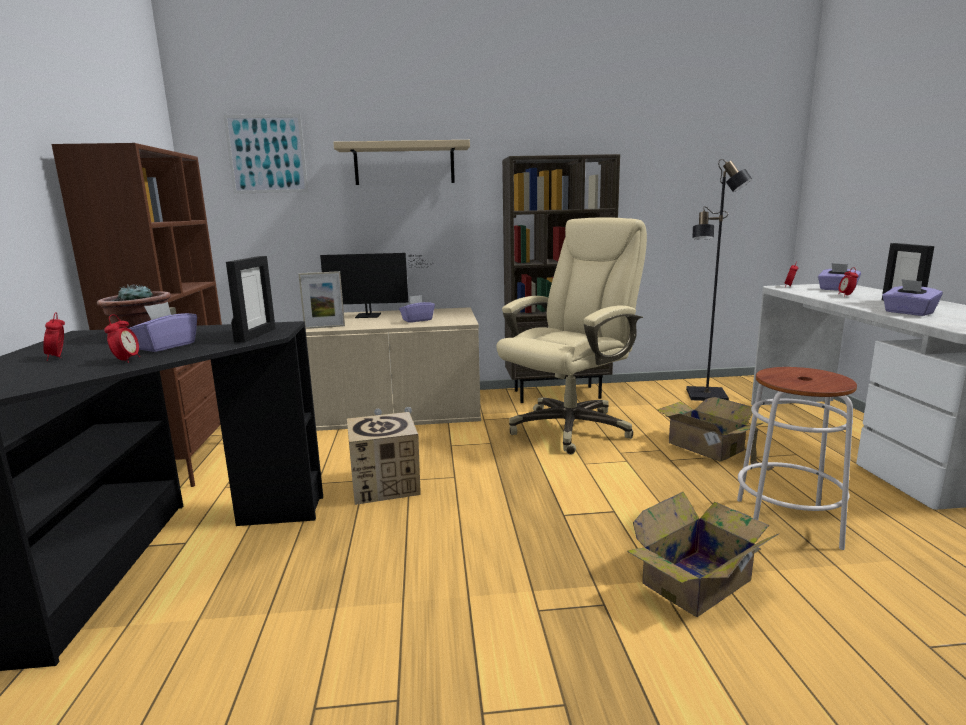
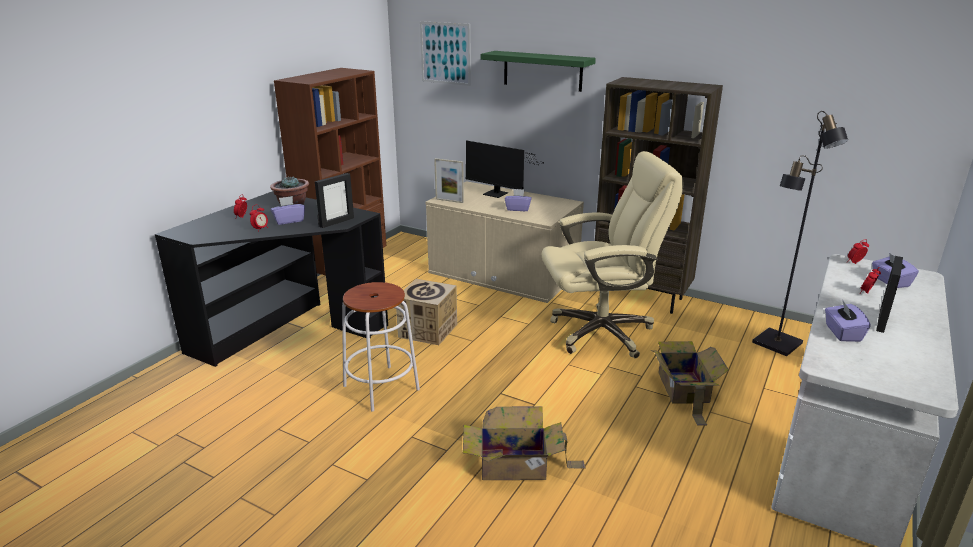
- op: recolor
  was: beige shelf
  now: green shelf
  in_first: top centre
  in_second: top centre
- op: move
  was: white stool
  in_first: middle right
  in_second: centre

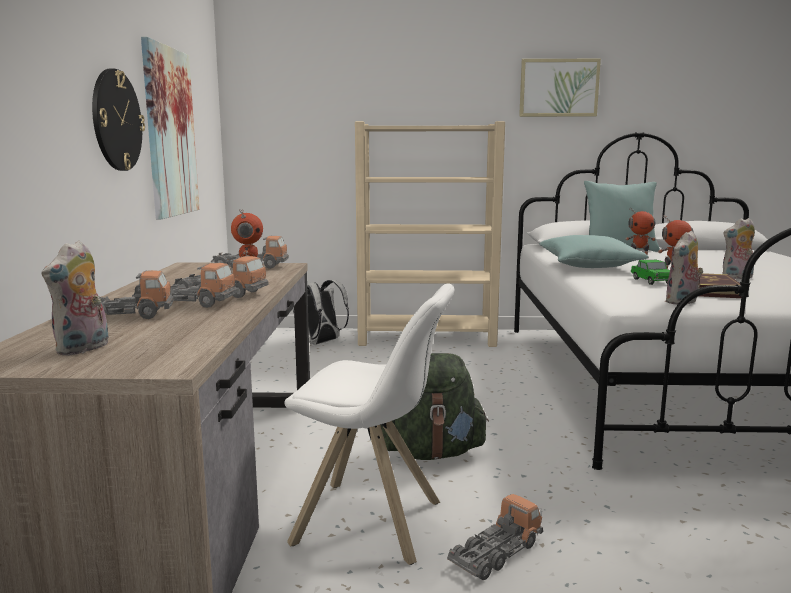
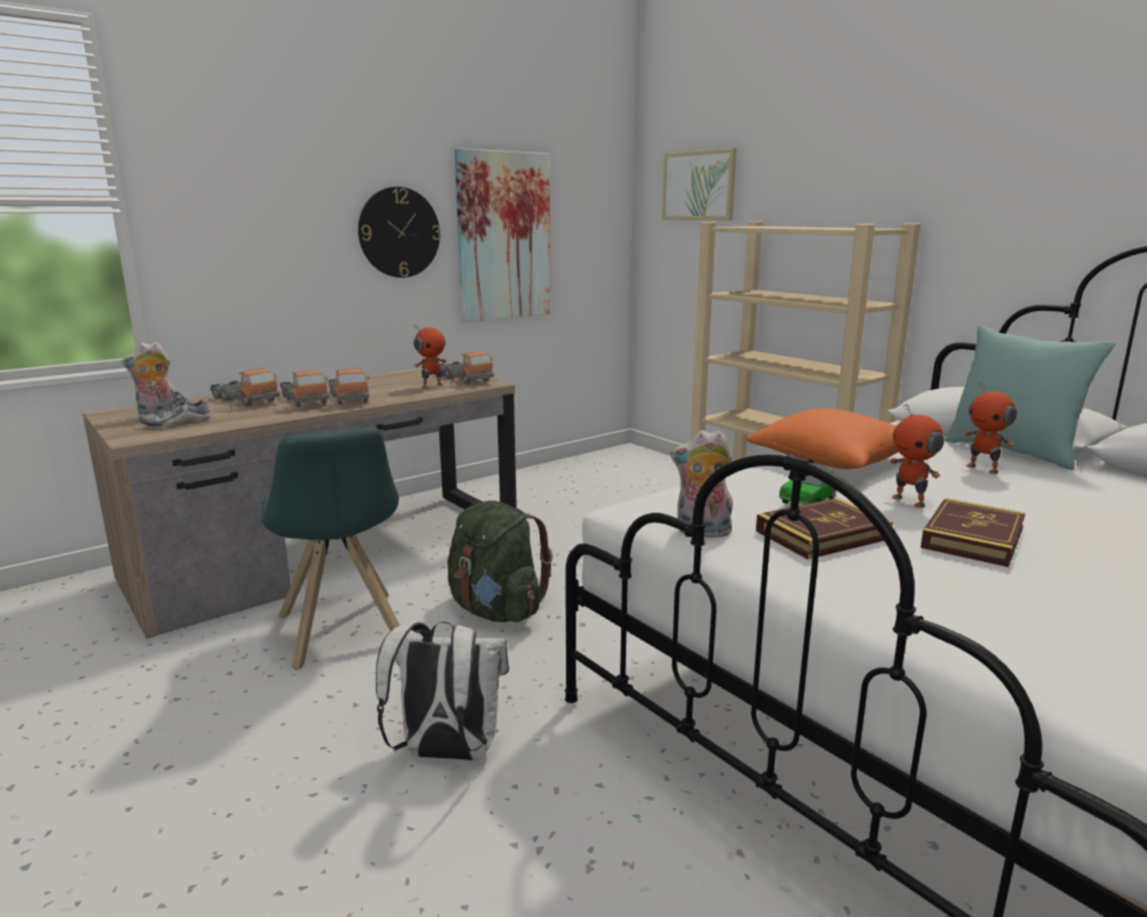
- op: recolor
  was: white chair
  now: turquoise chair
  in_first: bottom centre
  in_second: middle left
- op: move
  was: white backpack
  in_first: centre
  in_second: bottom centre
- op: delete
  was: toy truck (5th from left)
  in_first: bottom centre
- op: move
  was: picture (2nd from left)
  in_first: top right
  in_second: top centre
- op: recolor
  was: turquoise pillow (1st from left)
  now: orange pillow
  in_first: middle right
  in_second: middle right
- op: replace
  was: plush toy (3rd from left)
  now: book (2nd from left)
  in_first: middle right
  in_second: middle right
- op: insert
  now: shoe
  in_second: middle left

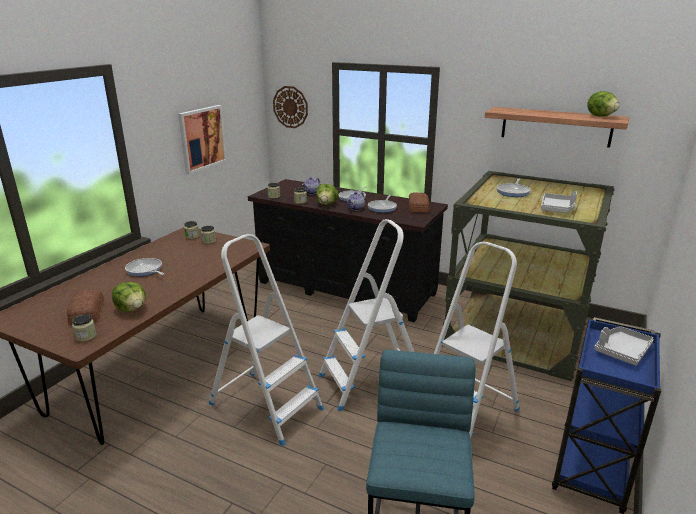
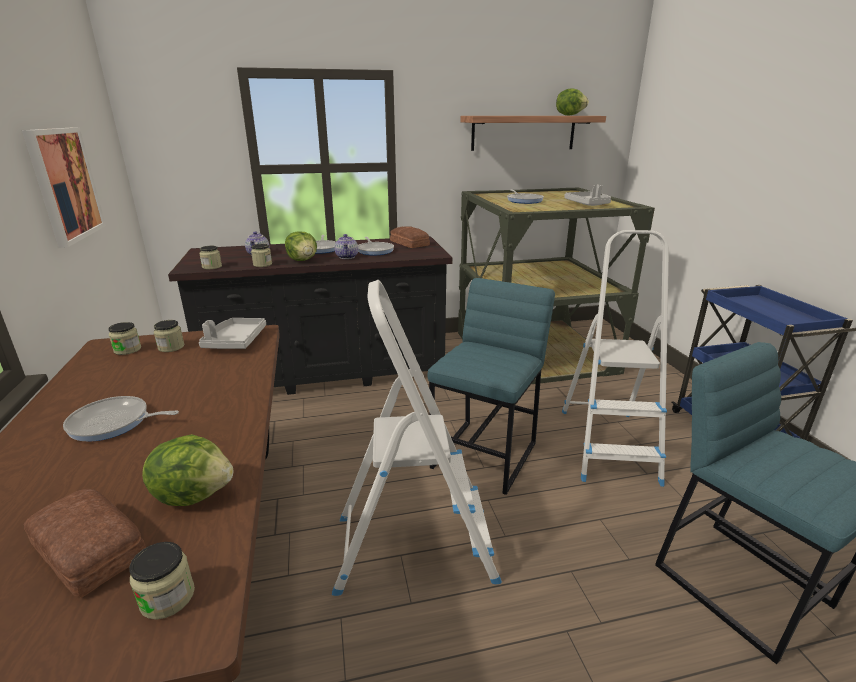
- op: delete
  was: wall clock
  in_first: top centre
- op: replace
  was: white step ladder (2nd from left)
  now: blue stool (1st from left)
  in_first: centre
  in_second: centre
- op: move
  was: grey tray (2nd from left in the first image)
  now: grey tray (1st from left)
  in_first: bottom right
  in_second: middle left

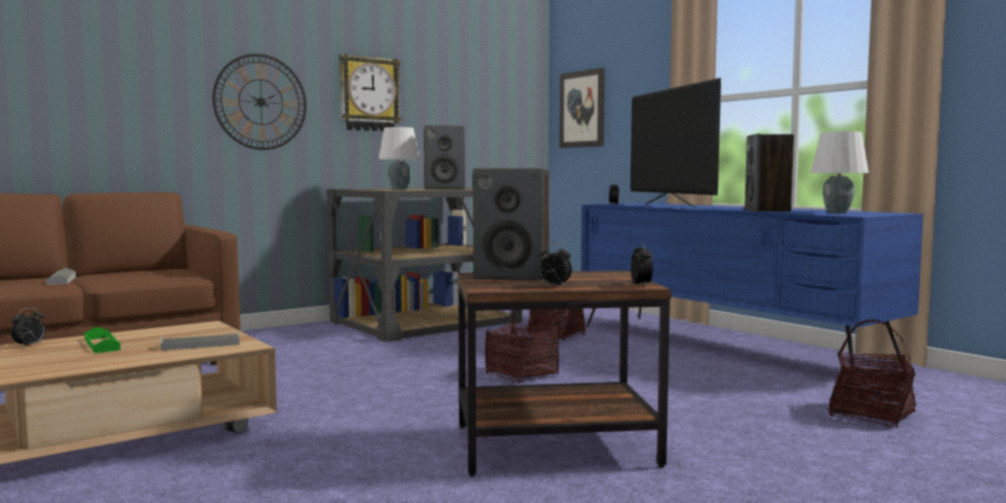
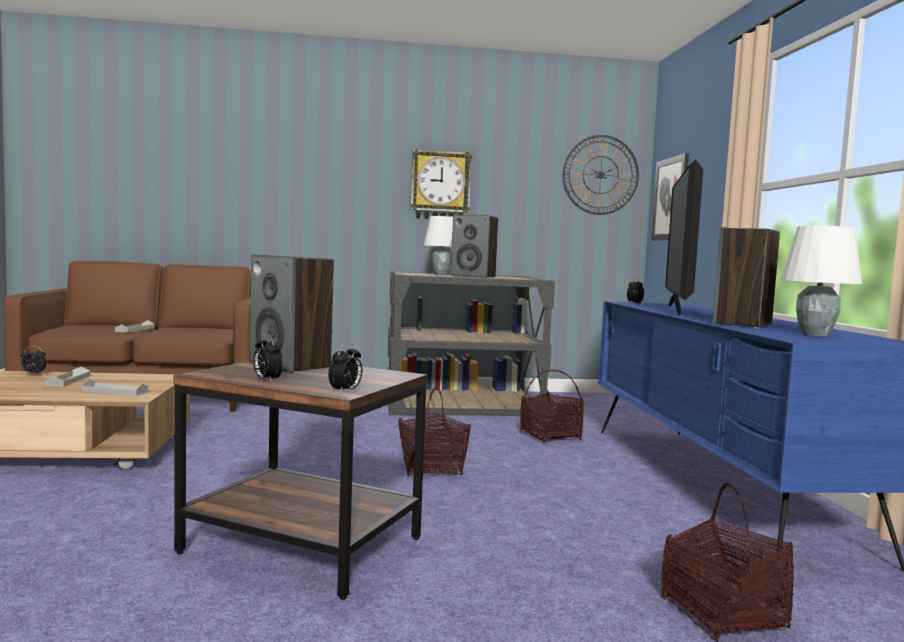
- op: recolor
  was: green tray
  now: grey tray (1st from left)
  in_first: bottom left
  in_second: middle left
- op: move
  was: wall clock (1st from left in the first image)
  now: wall clock (2nd from left)
  in_first: top left
  in_second: top centre

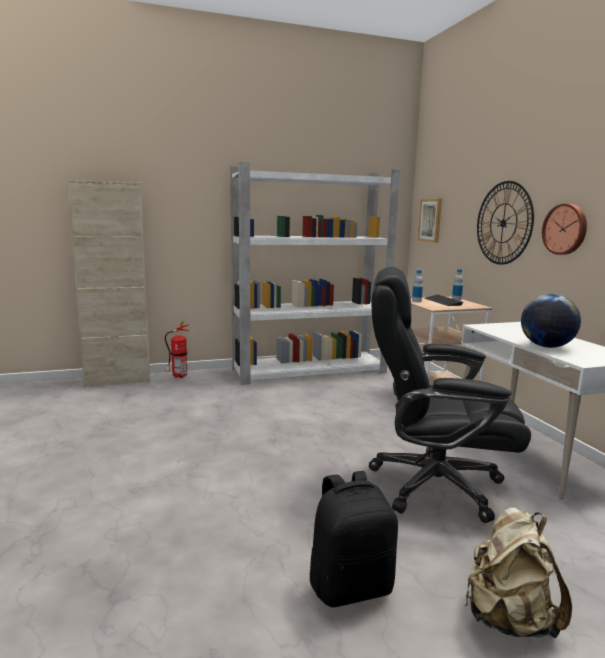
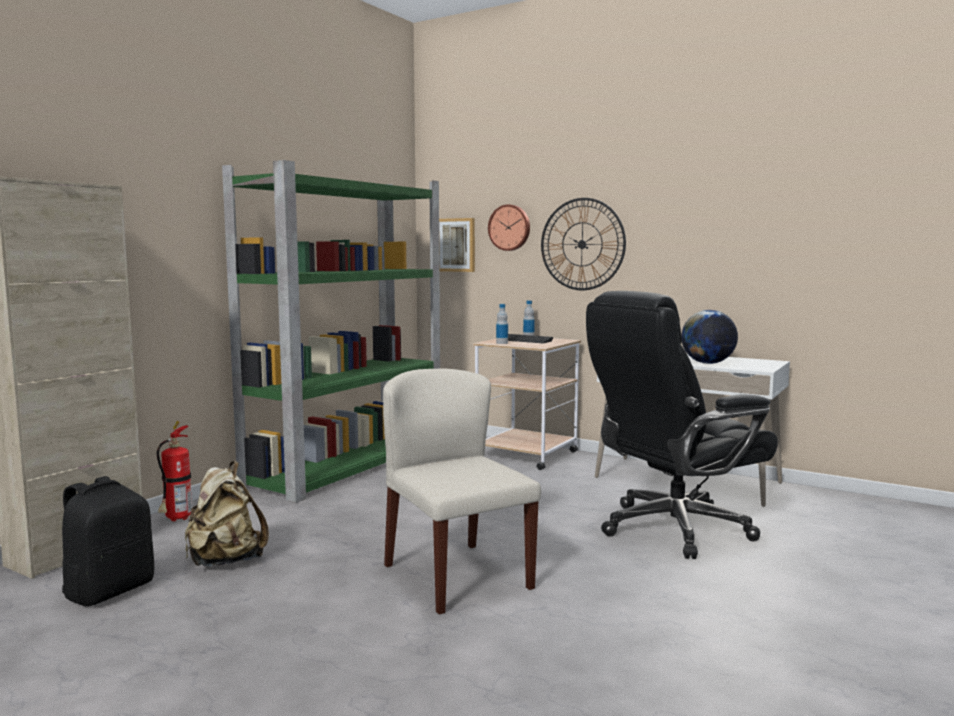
- op: recolor
  was: white bookcase
  now: green bookcase
  in_first: centre
  in_second: centre
- op: move
  was: black backpack
  in_first: bottom centre
  in_second: bottom left
- op: move
  was: beige backpack
  in_first: bottom right
  in_second: bottom left
- op: move
  was: wall clock (2nd from left in the first image)
  now: wall clock (1st from left)
  in_first: middle right
  in_second: top centre
- op: insert
  now: beige chair
  in_second: bottom centre

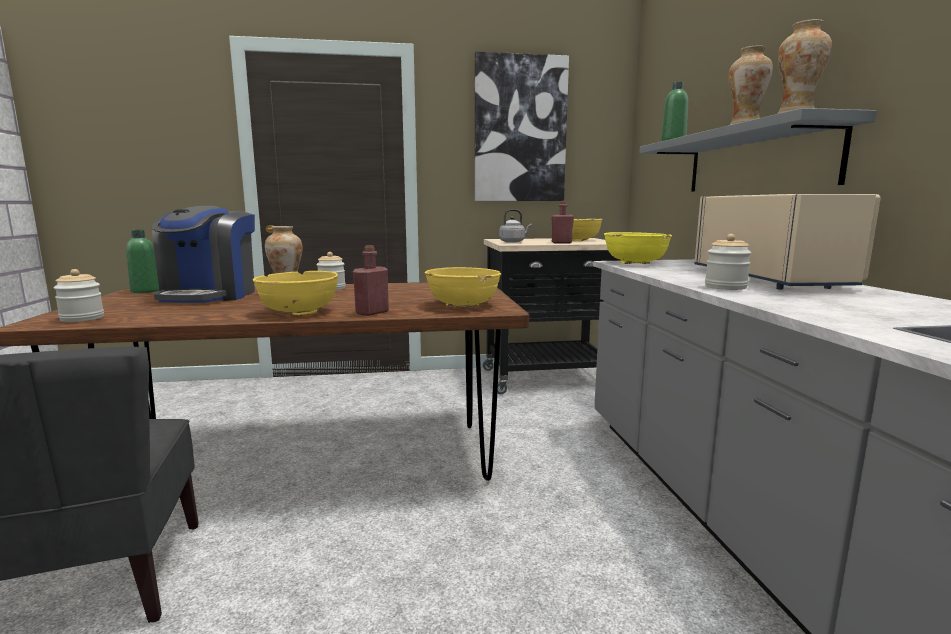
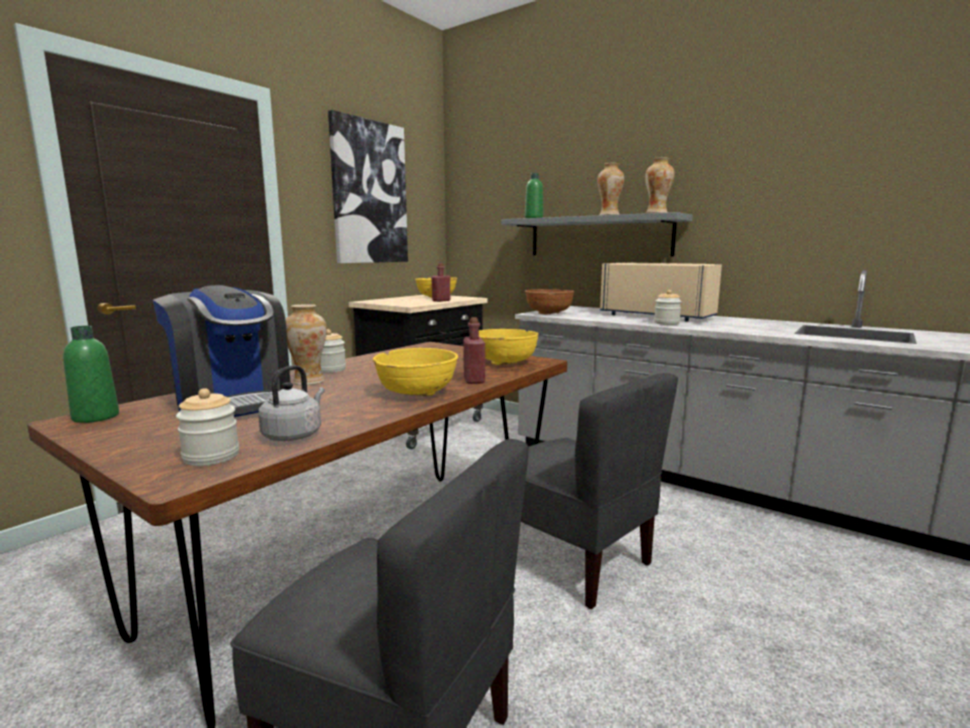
- op: move
  was: grey kettle
  in_first: centre
  in_second: middle left
- op: recolor
  was: yellow bowl (4th from left)
  now: brown bowl
  in_first: middle right
  in_second: centre
- op: insert
  now: grey chair (2nd from left)
  in_second: bottom centre

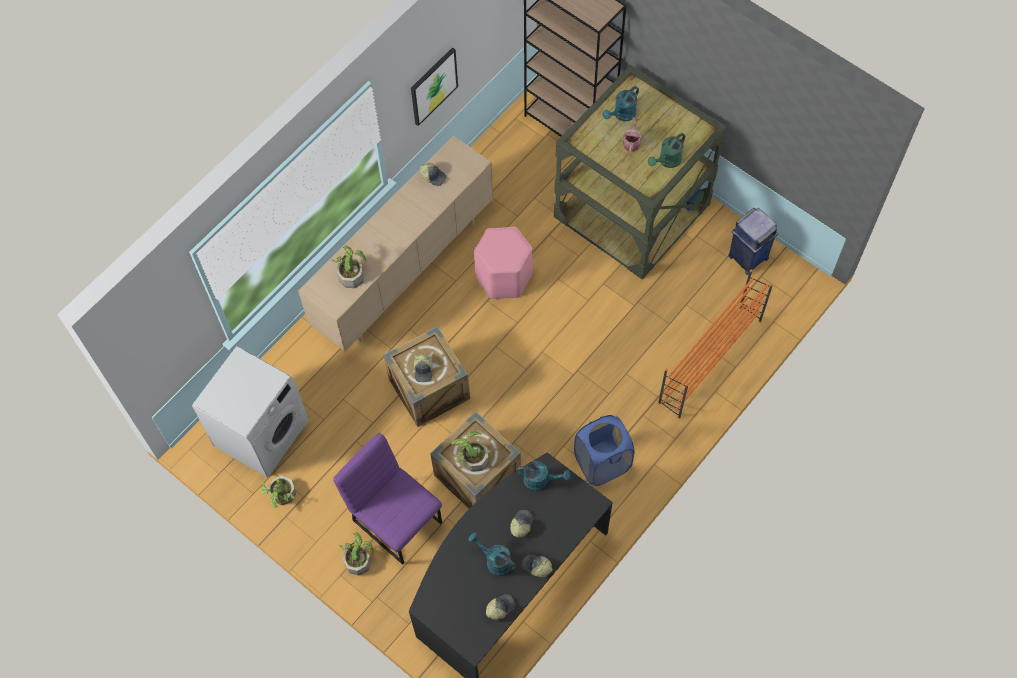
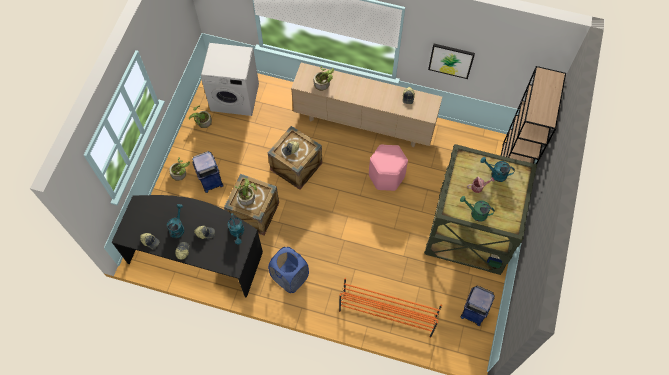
- op: replace
  was: purple chair
  now: blue trash can (1st from left)
  in_first: bottom centre
  in_second: middle left

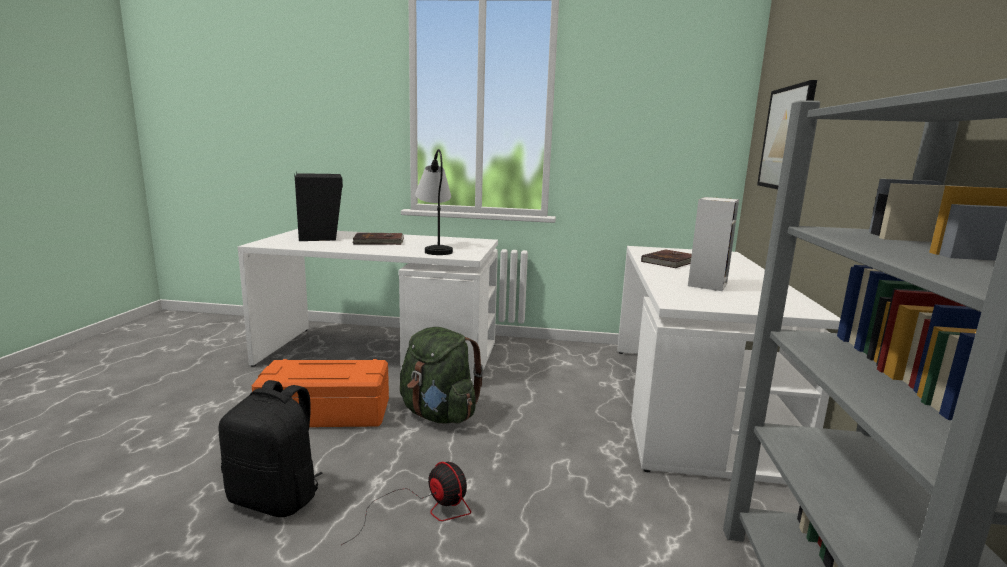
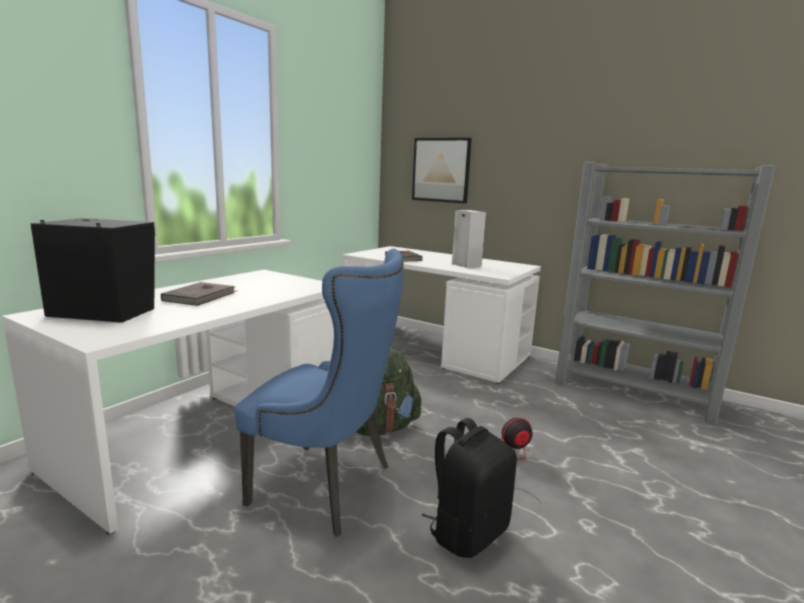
- op: replace
  was: orange storage box
  now: blue chair
  in_first: bottom left
  in_second: centre
- op: delete
  was: table lamp
  in_first: centre

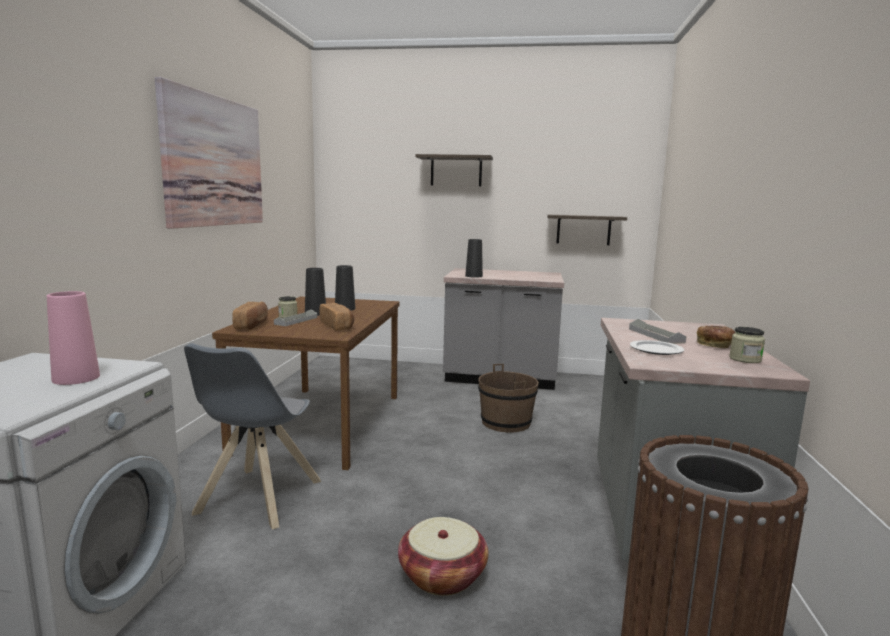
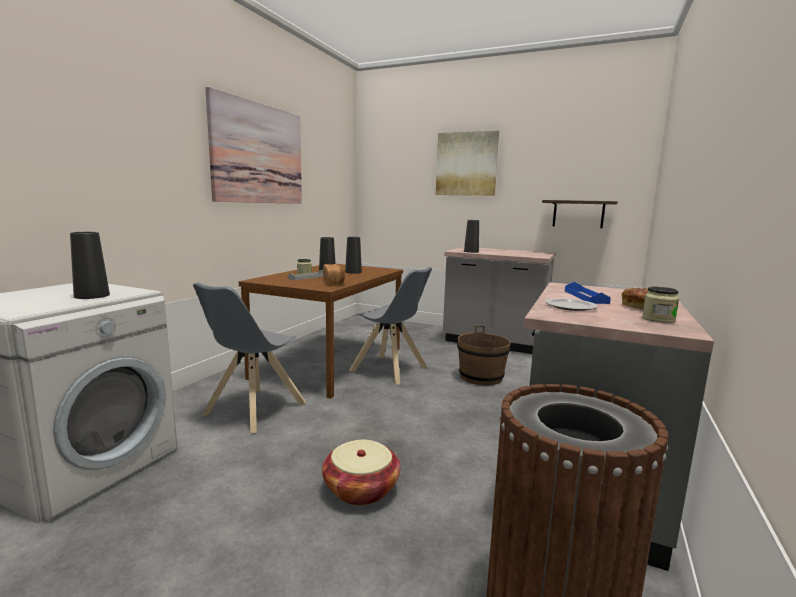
- op: recolor
  was: pink vase
  now: black vase (1st from left)
  in_first: middle left
  in_second: middle left
- op: delete
  was: bread (1st from left)
  in_first: middle left
- op: replace
  was: shelf (1st from left)
  now: picture (2nd from left)
  in_first: top centre
  in_second: top centre
- op: recolor
  was: grey tray (2nd from left)
  now: blue tray
  in_first: middle right
  in_second: middle right
- op: insert
  now: grey chair (2nd from left)
  in_second: centre

